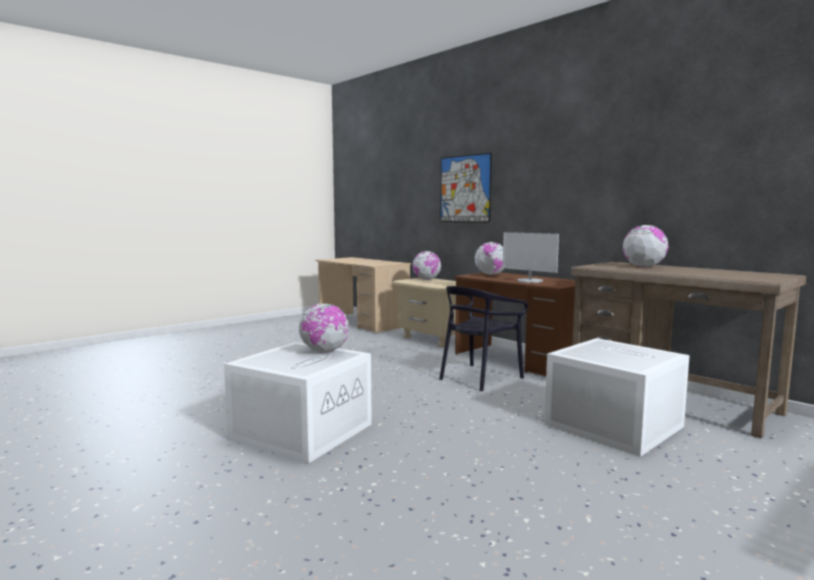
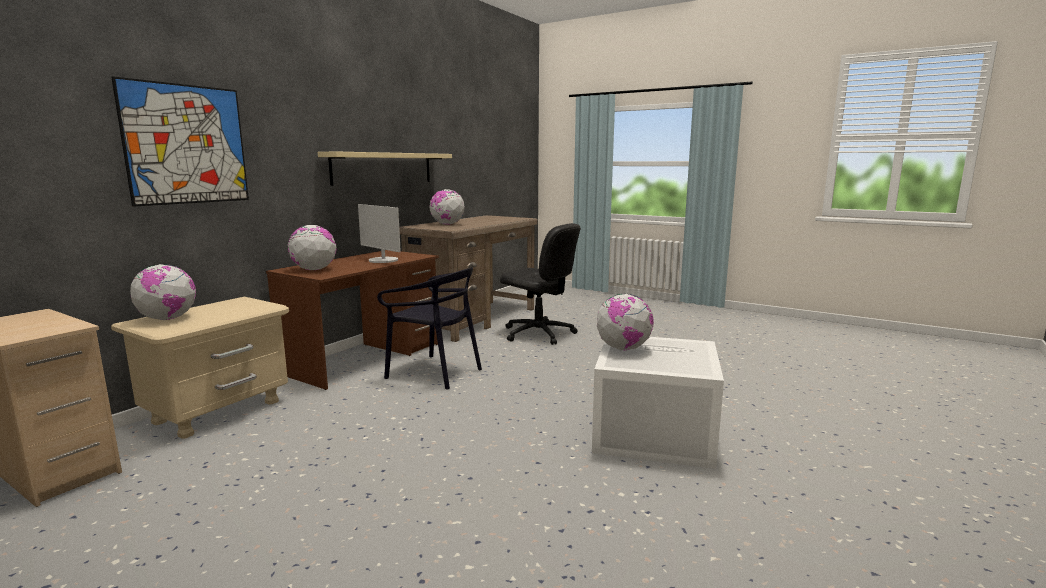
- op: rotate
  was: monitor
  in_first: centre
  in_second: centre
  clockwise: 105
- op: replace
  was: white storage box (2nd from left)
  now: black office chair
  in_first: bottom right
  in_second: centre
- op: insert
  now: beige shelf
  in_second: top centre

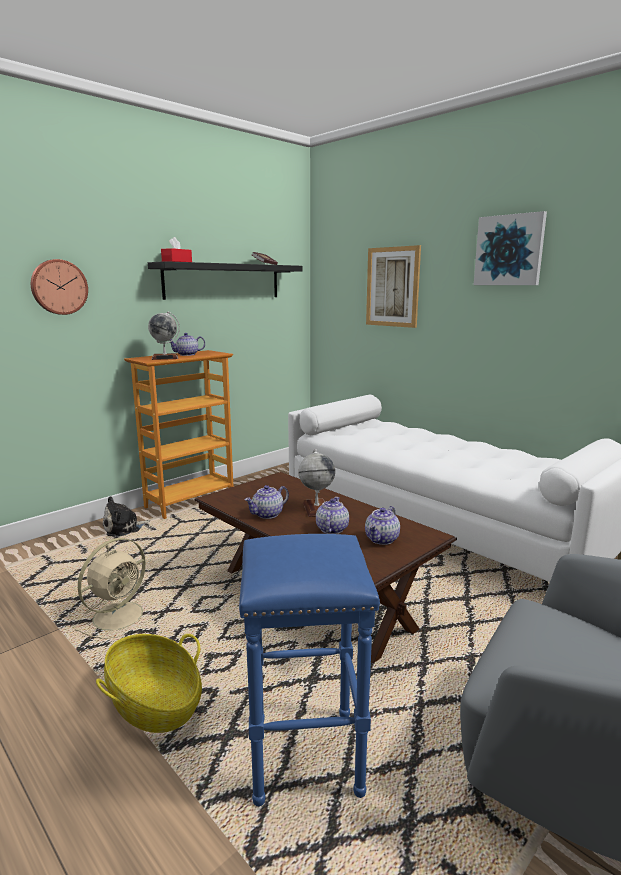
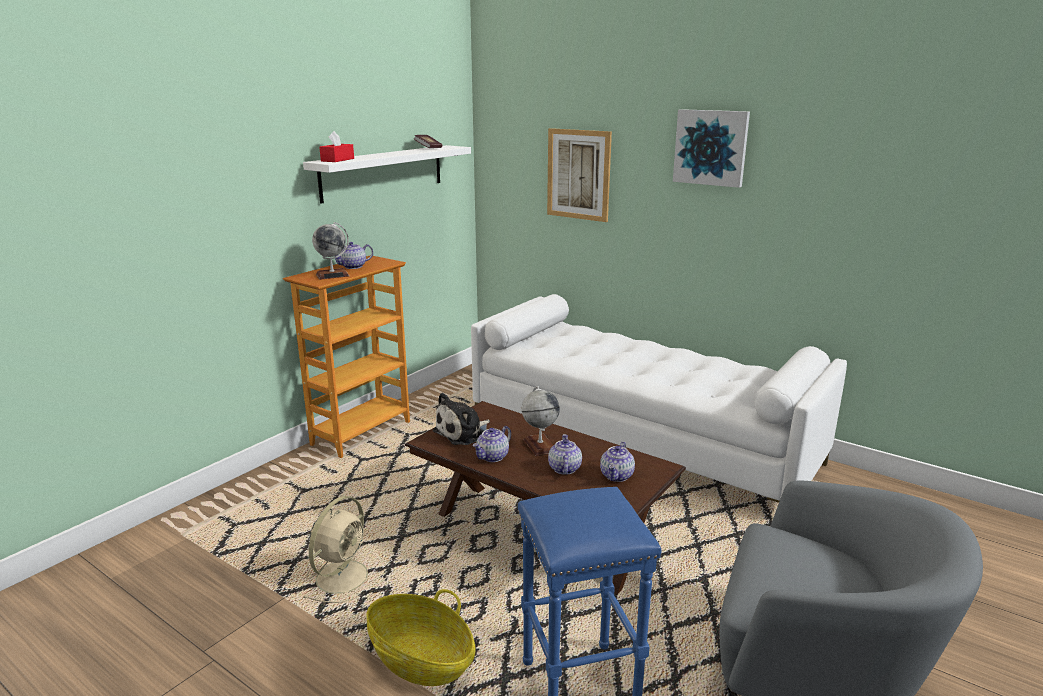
- op: delete
  was: wall clock
  in_first: top left
- op: move
  was: plush toy
  in_first: middle left
  in_second: centre
- op: recolor
  was: black shelf
  now: white shelf
  in_first: top centre
  in_second: top centre

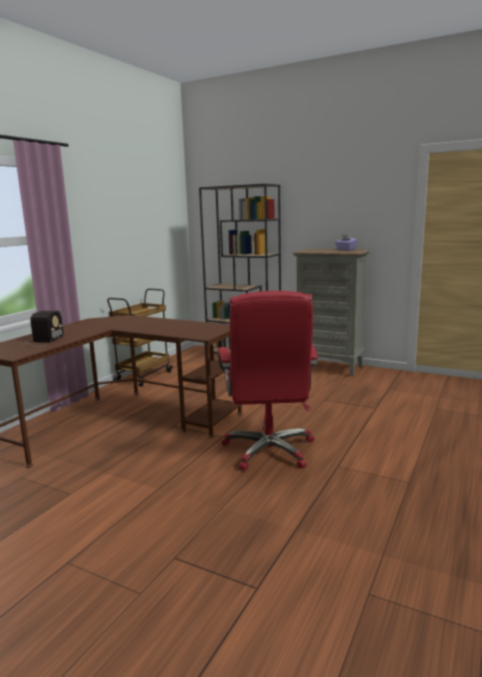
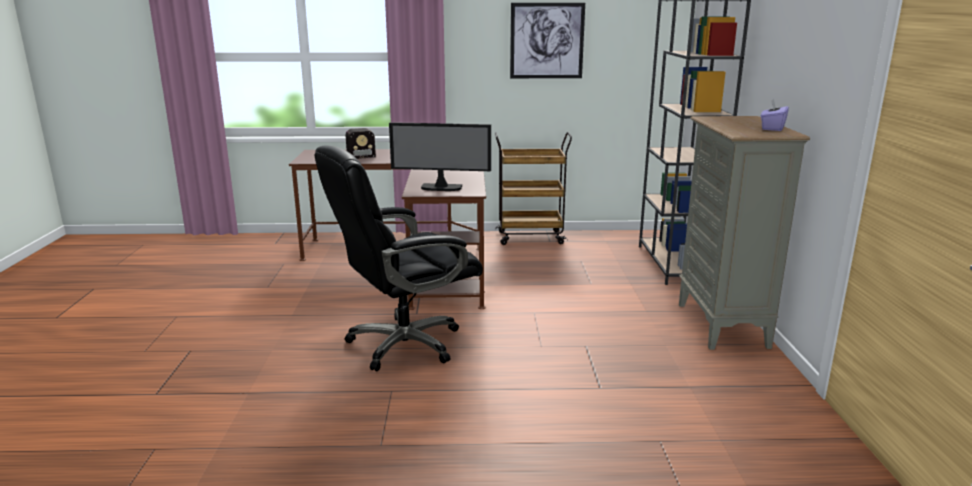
- op: recolor
  was: red office chair
  now: black office chair
  in_first: centre
  in_second: centre
- op: insert
  now: monitor
  in_second: top centre
- op: insert
  now: picture
  in_second: top centre

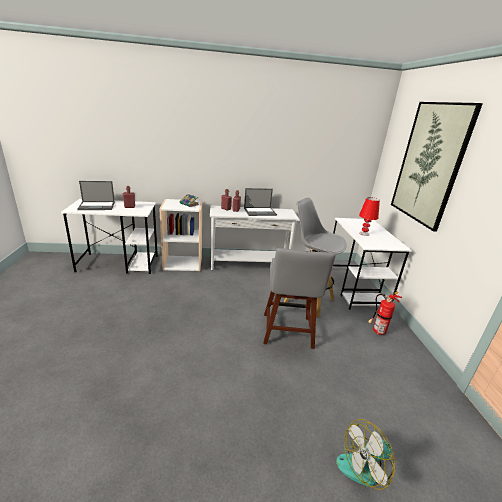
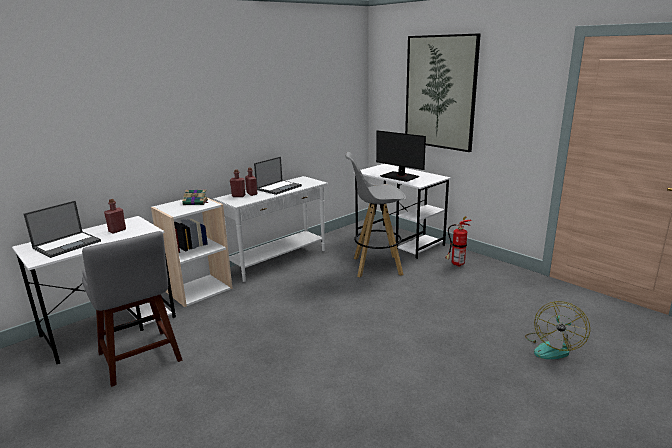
- op: move
  was: grey stool (1st from left)
  in_first: centre
  in_second: bottom left
- op: replace
  was: red table lamp
  now: monitor
  in_first: middle right
  in_second: centre

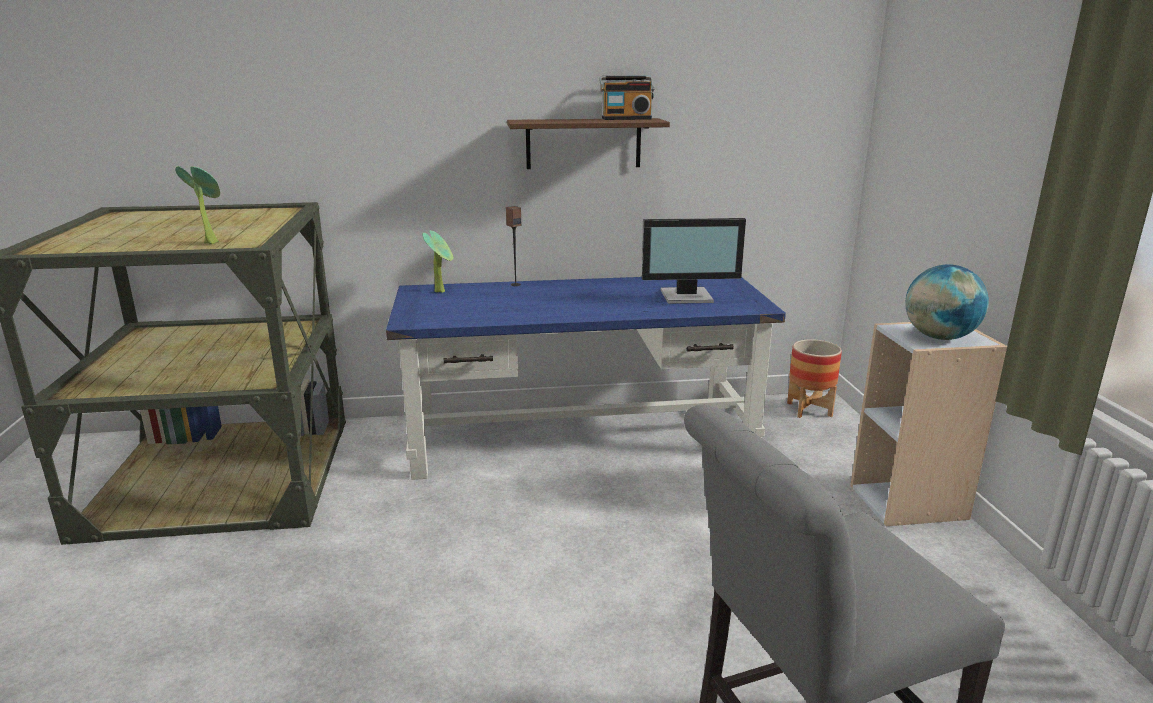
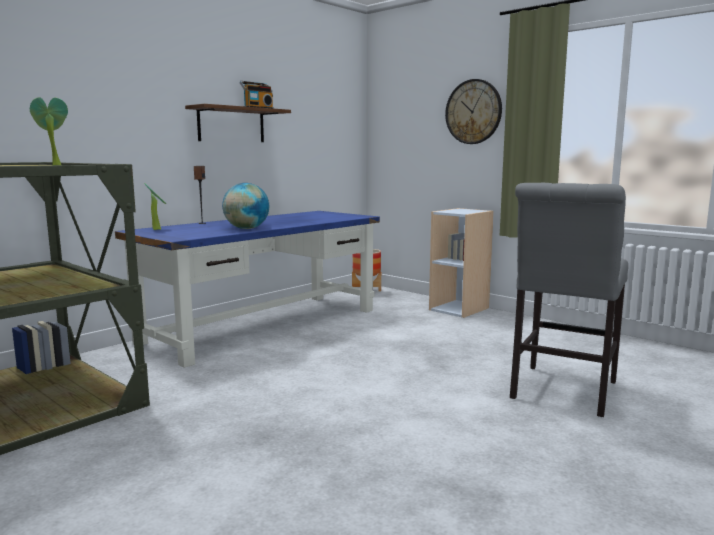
- op: delete
  was: monitor
  in_first: centre
- op: move
  was: globe
  in_first: middle right
  in_second: centre
- op: insert
  now: wall clock
  in_second: top centre

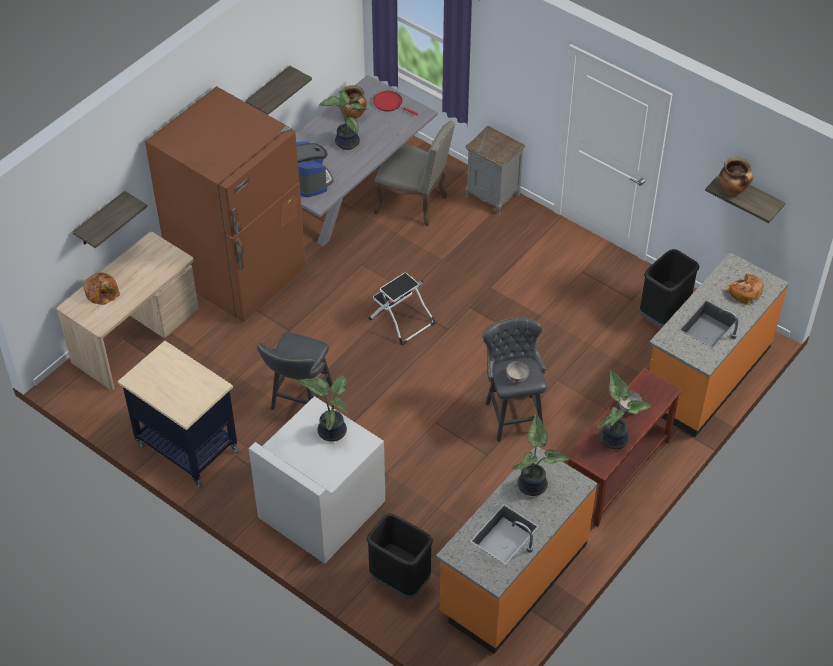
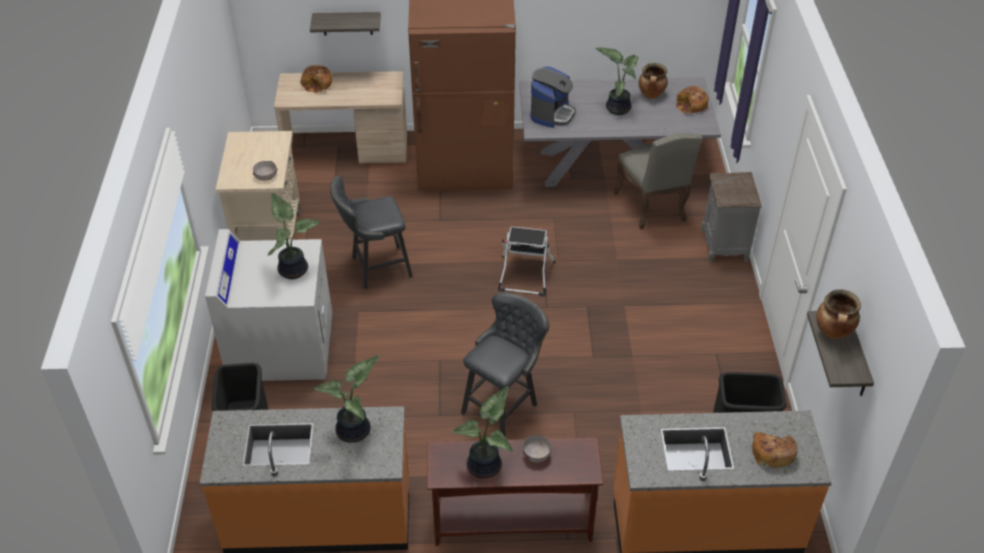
- op: recolor
  was: blue cart
  now: beige cart
  in_first: middle left
  in_second: middle left
- op: delete
  was: shelf (2nd from left)
  in_first: top centre
- op: replace
  was: red frying pan
  now: bread (2nd from left)
  in_first: top centre
  in_second: top right
- op: move
  was: grey bowl (1st from left)
  in_first: centre
  in_second: top left

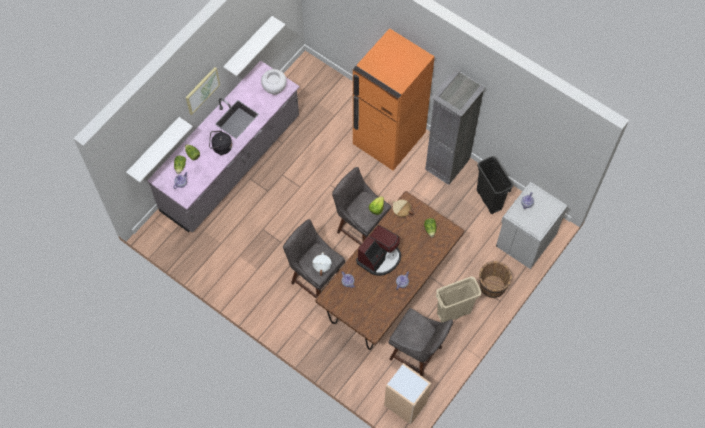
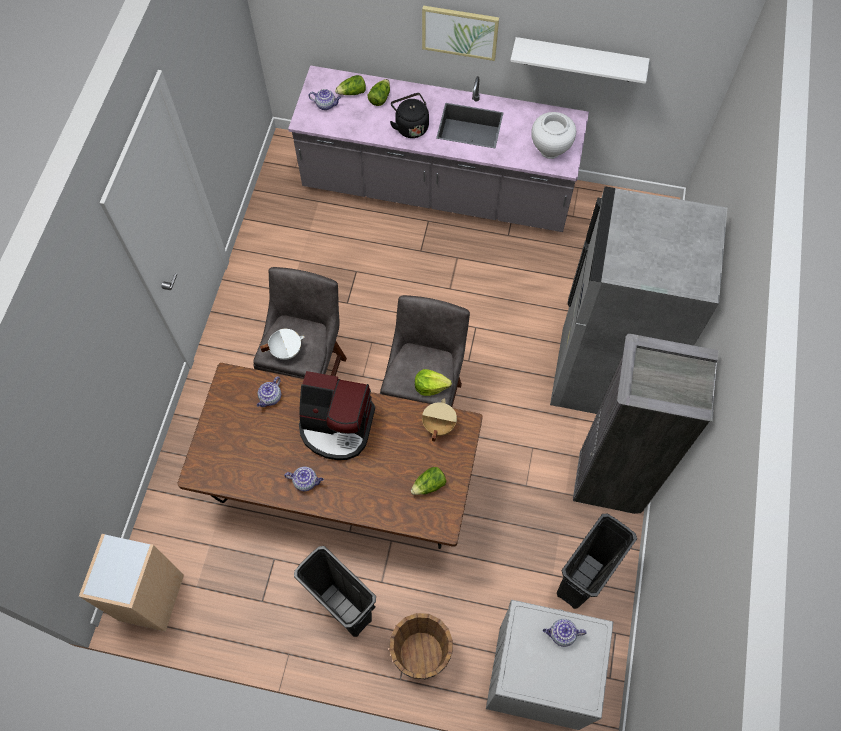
- op: delete
  was: white shelf (1st from left)
  in_first: middle left
- op: recolor
  was: orange fridge
  now: grey fridge
  in_first: top centre
  in_second: middle right
- op: delete
  was: grey stool (3rd from left)
  in_first: bottom centre
- op: recolor
  was: beige trash can
  now: black trash can (1st from left)
  in_first: bottom centre
  in_second: bottom centre

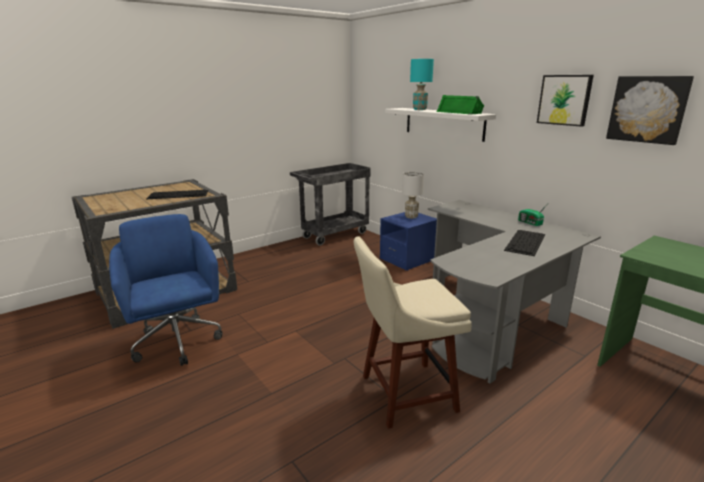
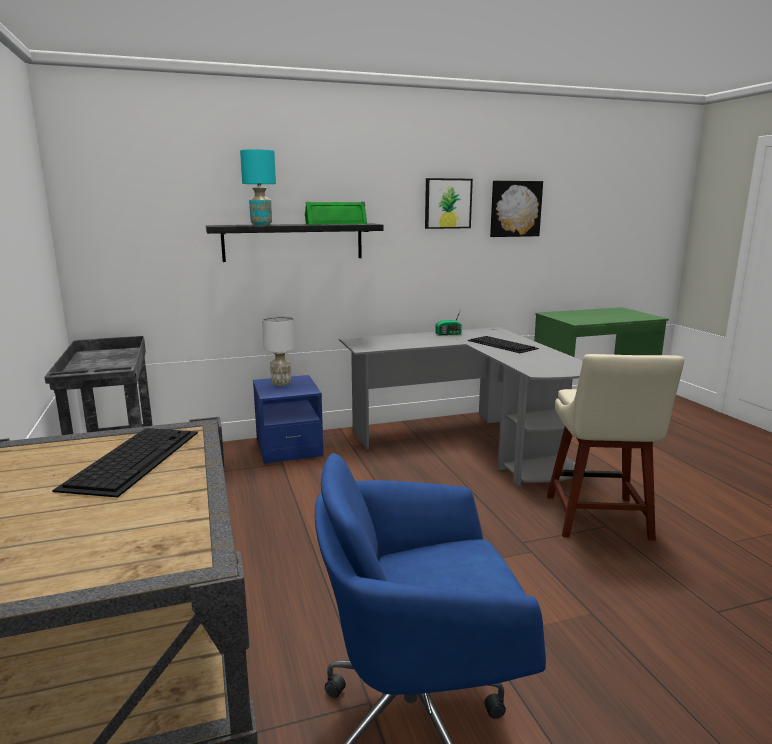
- op: recolor
  was: white shelf
  now: black shelf
  in_first: top centre
  in_second: top centre

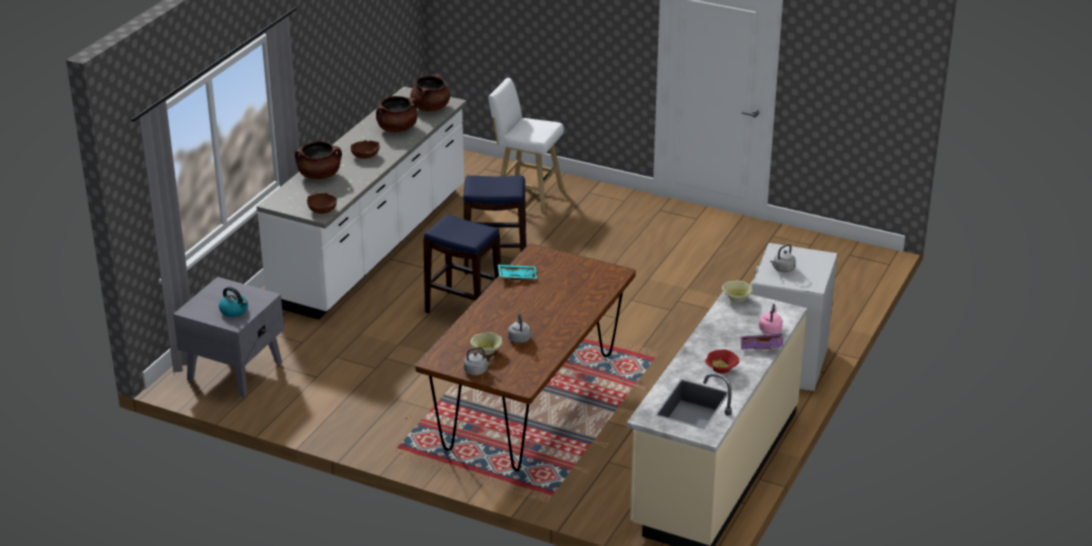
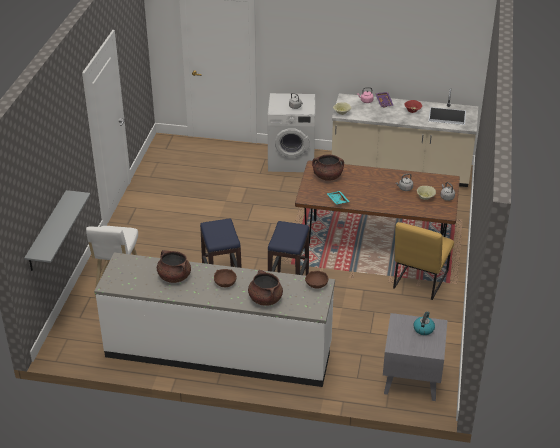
- op: move
  was: brown cooking pot (3rd from left)
  in_first: top centre
  in_second: centre
- op: insert
  now: grey shelf
  in_second: middle left
- op: insert
  now: yellow chair
  in_second: middle right

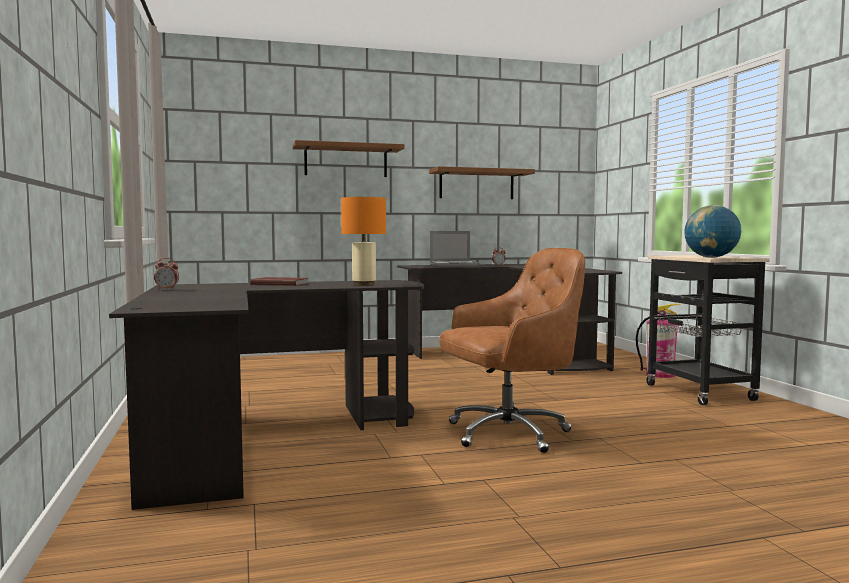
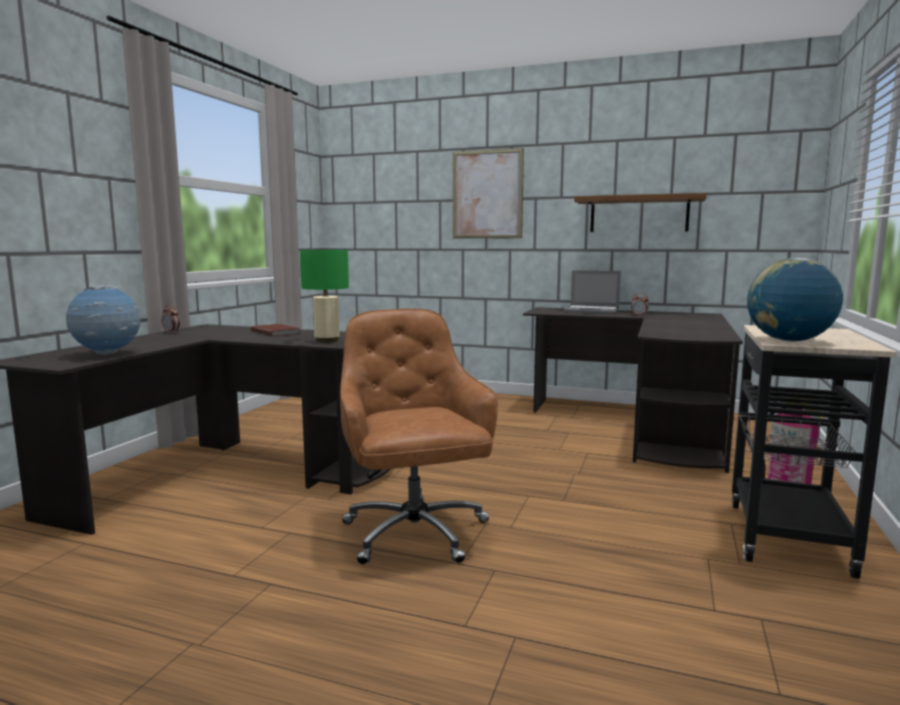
- op: replace
  was: brown shelf (1st from left)
  now: picture
  in_first: top centre
  in_second: top centre
- op: recolor
  was: orange table lamp
  now: green table lamp
  in_first: centre
  in_second: centre
- op: rotate
  was: brown office chair
  in_first: centre
  in_second: centre
  clockwise: -120
- op: insert
  now: globe (1st from left)
  in_second: middle left

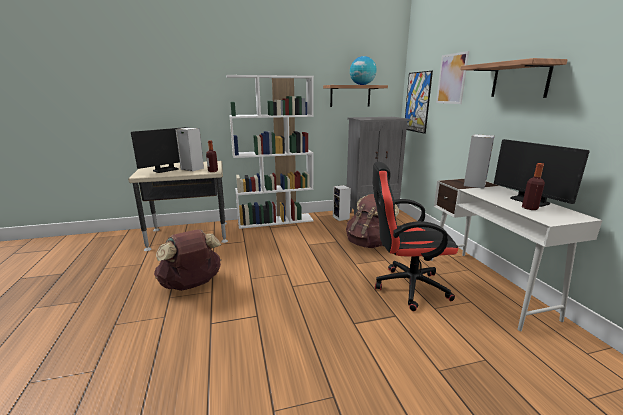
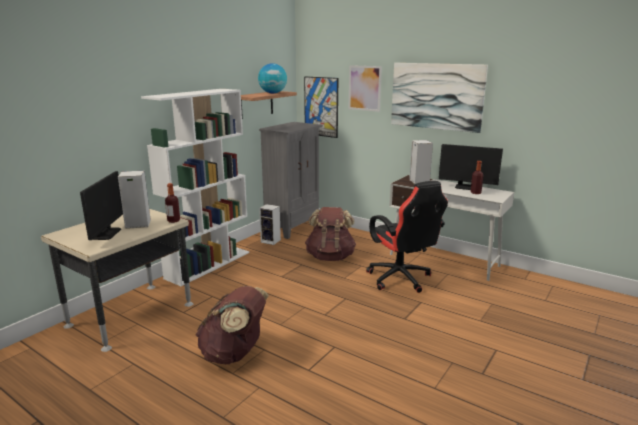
- op: rotate
  was: black office chair
  in_first: centre
  in_second: centre
  clockwise: -75
- op: replace
  was: shelf (2nd from left)
  now: picture (3rd from left)
  in_first: top right
  in_second: top right

